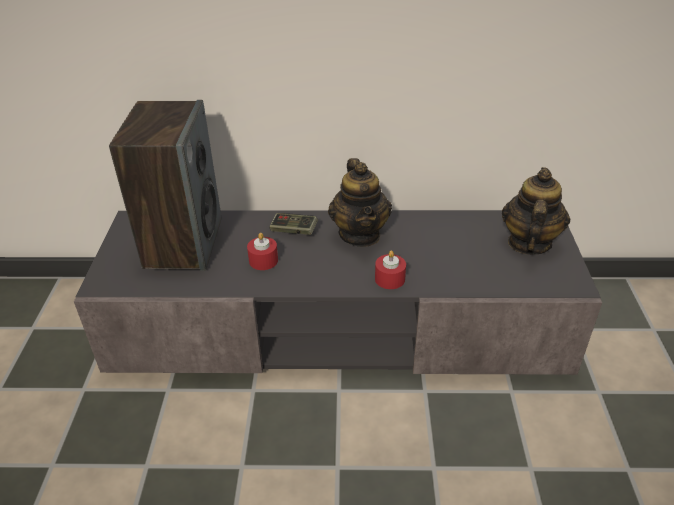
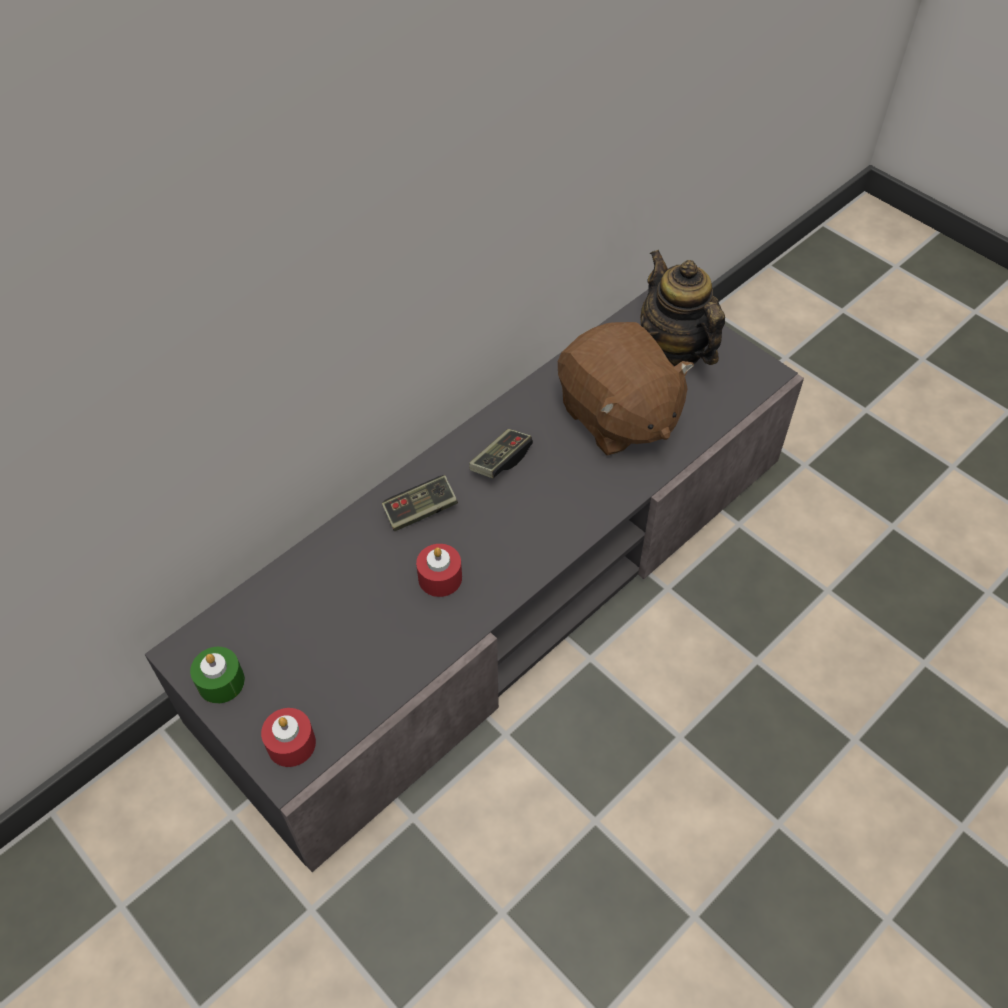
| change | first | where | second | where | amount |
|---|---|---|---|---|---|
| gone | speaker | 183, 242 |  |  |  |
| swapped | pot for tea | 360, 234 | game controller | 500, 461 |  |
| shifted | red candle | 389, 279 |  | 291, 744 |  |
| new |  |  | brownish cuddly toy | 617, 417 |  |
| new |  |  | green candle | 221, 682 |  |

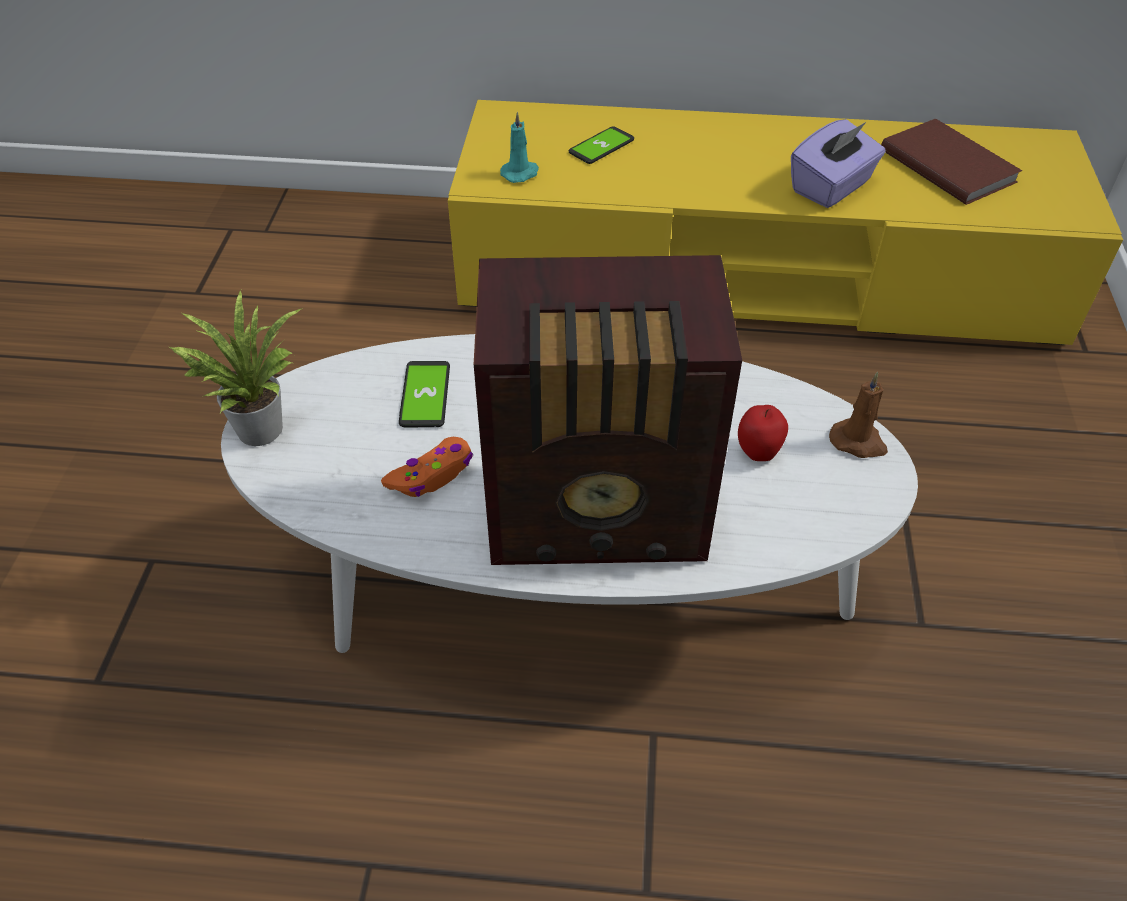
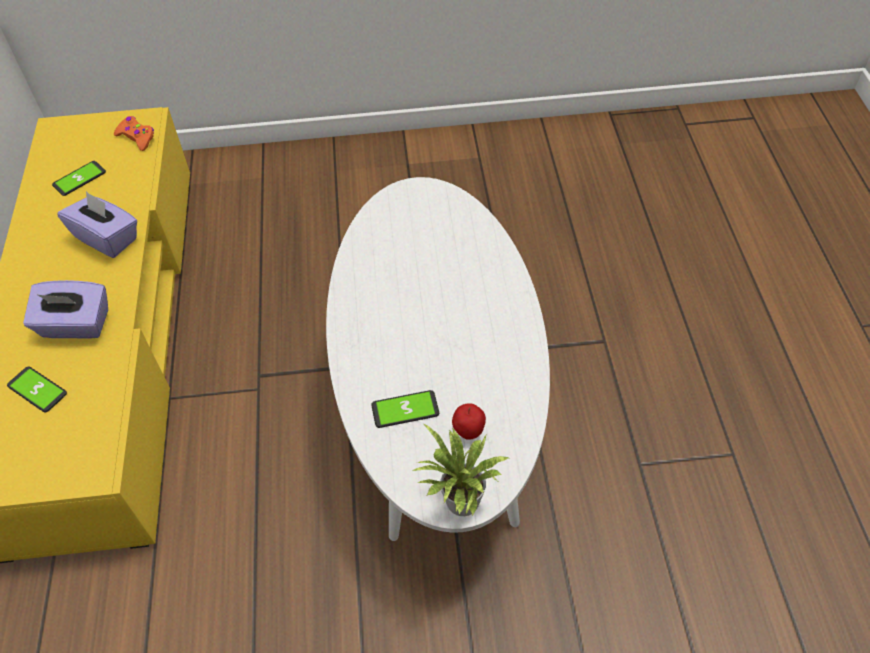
| change | first | where | second | where | amount |
|---|---|---|---|---|---|
| gone | turquoise-coloured candle | 520, 173 |  |  |  |
| swapped | brownish volume | 948, 164 | phone | 79, 179 |  |
| gone | radio set | 601, 515 |  |  |  |
| gone | brownish candle | 858, 442 |  |  |  |
| shifted | apple | 758, 452 |  | 468, 432 |  |
| shifted | orange-coloured game controller | 432, 475 |  | 137, 137 |  |
| new |  |  | purple-coloured box of tissues | 76, 325 |  |

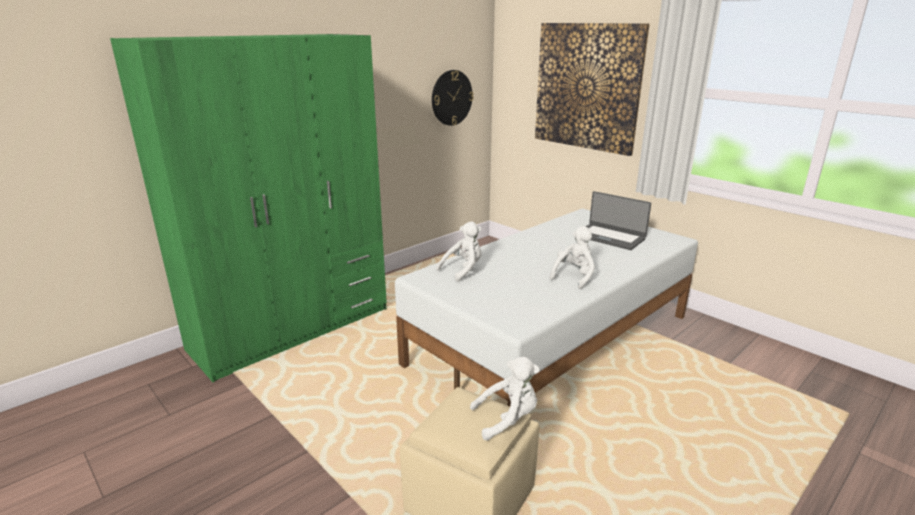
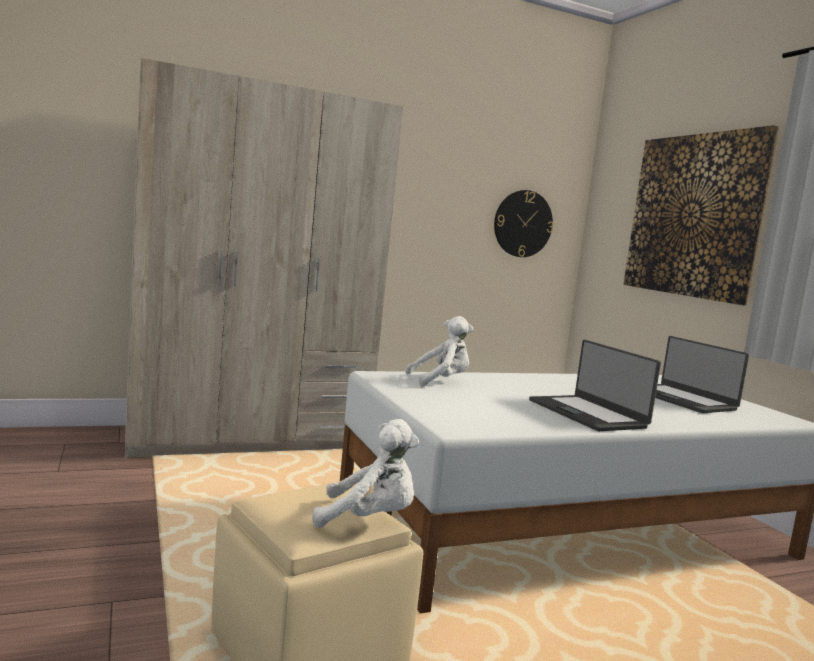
| change | first | where | second | where | amount |
|---|---|---|---|---|---|
| repainted | green armoire | 293, 328 | beige-coloured armoire | 249, 439 |  |
| swapped | white cuddly toy | 574, 276 | notebook computer | 588, 414 |  |

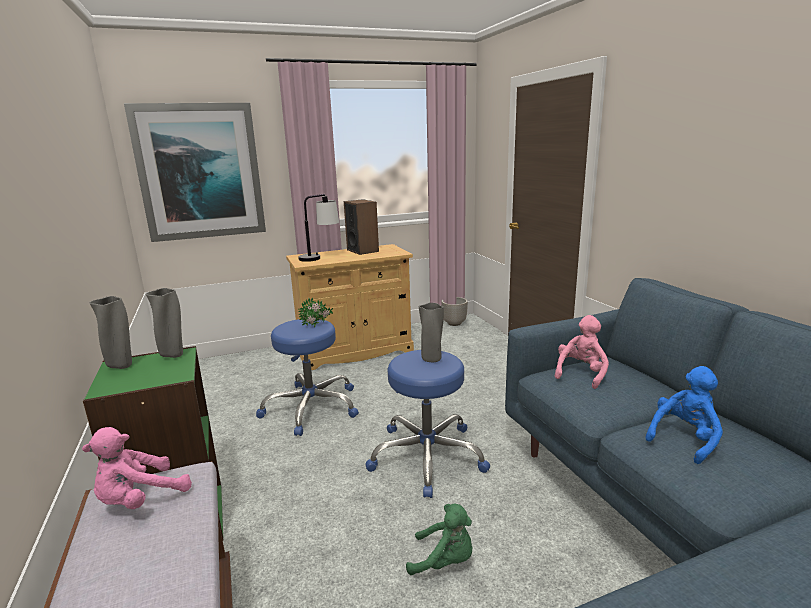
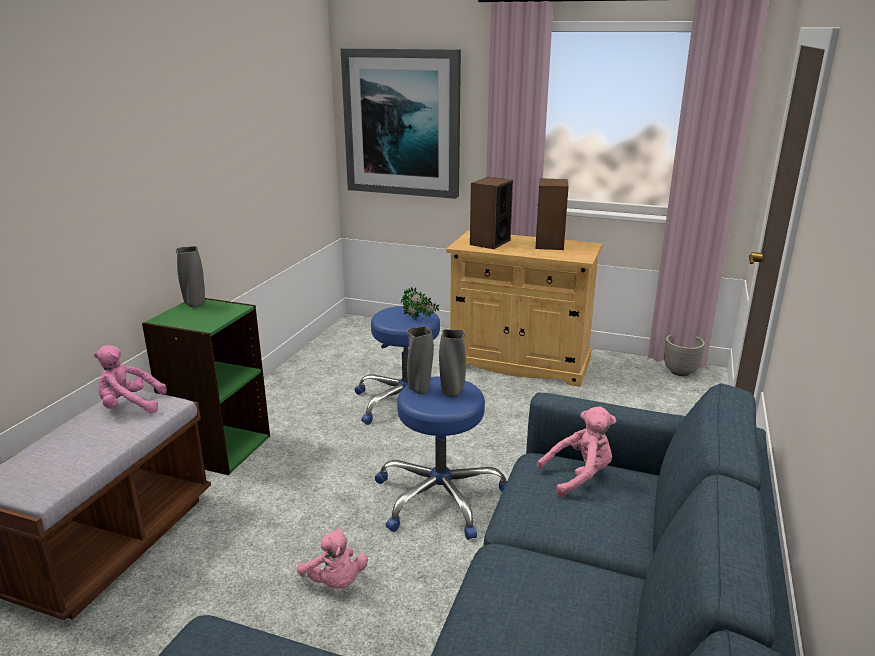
| change | first | where | second | where | amount |
|---|---|---|---|---|---|
| swapped | lamp for a table | 320, 258 | speaker | 489, 242 |  |
| shifted | grey vase | 173, 355 |  | 420, 390 |  |
| gone | blue cuddly toy | 684, 439 |  |  |  |
| repainted | green cuddly toy | 444, 561 | pinkish cuddly toy | 335, 582 |  |

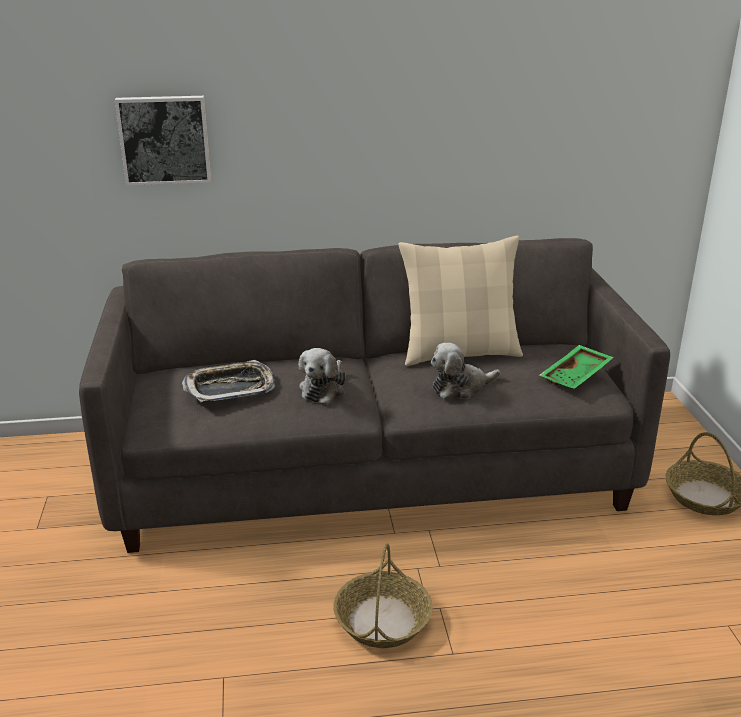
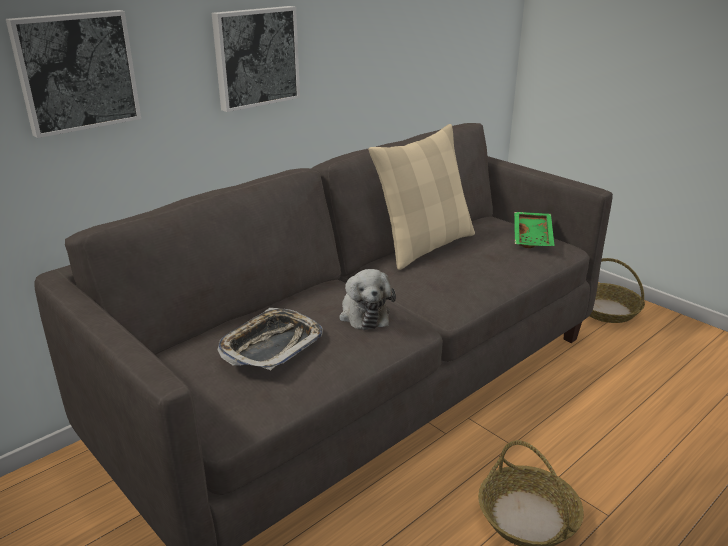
| change | first | where | second | where | amount |
|---|---|---|---|---|---|
| gone | cuddly toy | 460, 387 |  |  |  |
| new |  |  | wall picture | 255, 57 |  |

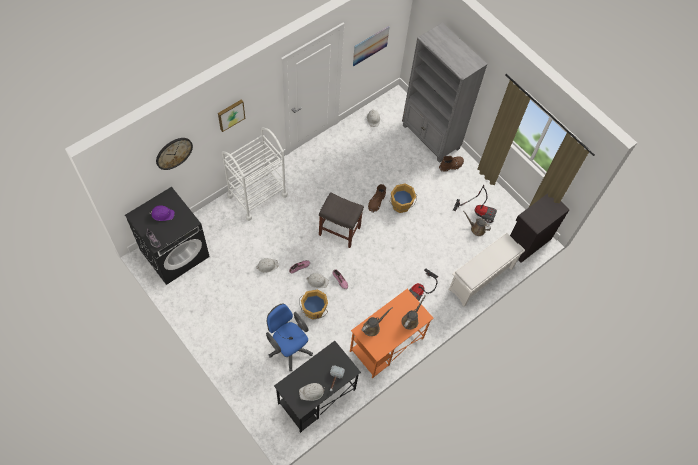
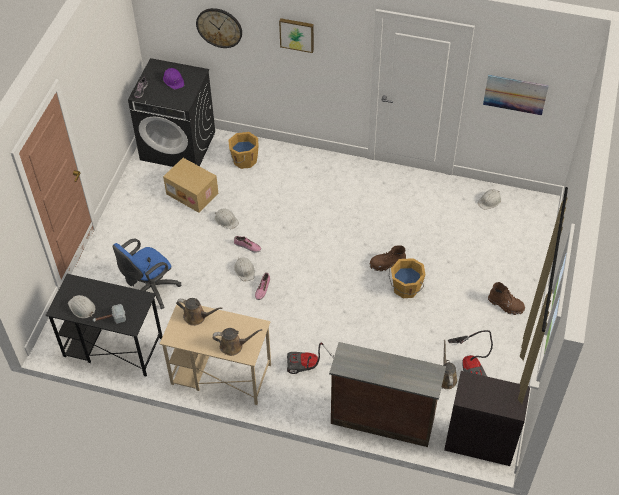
| change | first | where | second | where | amount |
|---|---|---|---|---|---|
| gone | grey bookcase | 430, 137 |  |  |  |
| gone | white wheeled cart | 257, 195 |  |  |  |
| gone | grey stool | 339, 231 |  |  |  |
| swapped | white shoe stand | 480, 279 | brownish dresser | 382, 420 |  |
| shifted | orange-coloured water bucket | 314, 310 |  | 244, 160 |  |
| repainted | orange-coloured desk | 386, 345 | beige-coloured desk | 220, 374 |  |
| rotated | blue computer chair | 288, 347 |  | 150, 291 | 150 degrees counterclockwise |
| new |  |  | carton | 193, 193 |  |

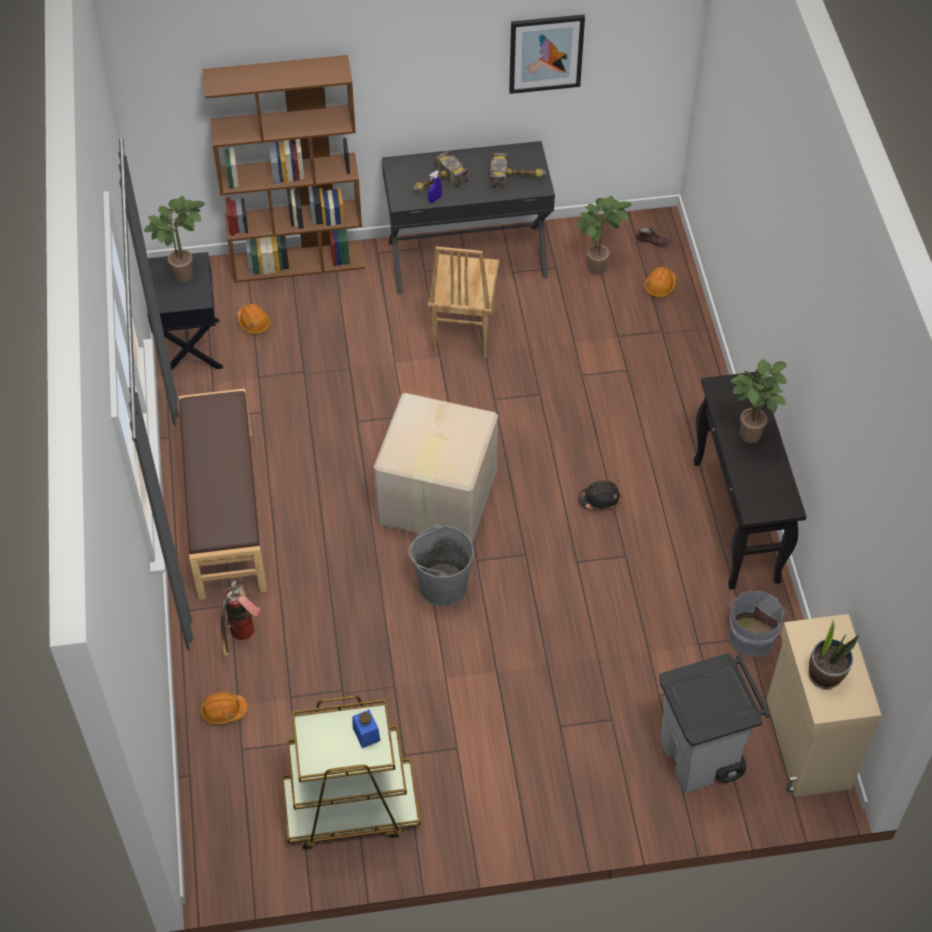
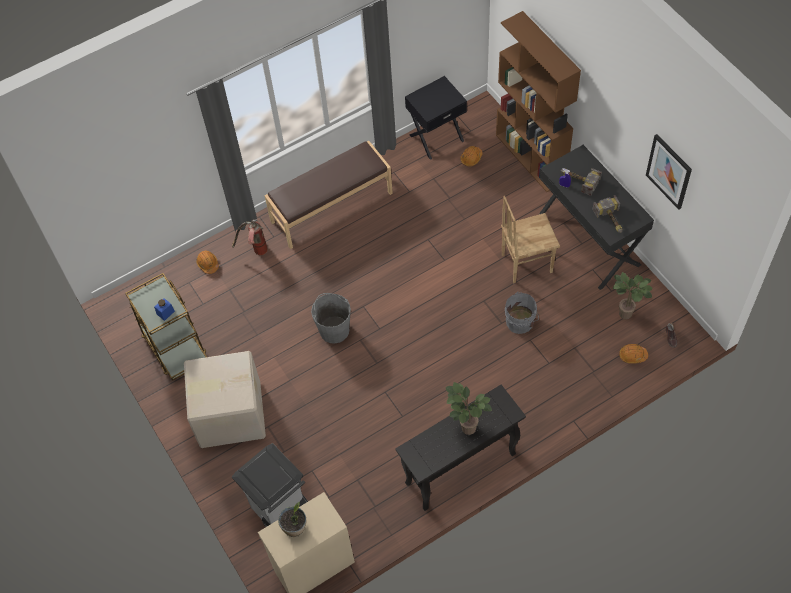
| change | first | where | second | where | amount |
|---|---|---|---|---|---|
| gone | potted plant | 184, 272 |  |  |  |
| shifted | carton | 435, 498 |  | 229, 413 |  |
| gone | blackish work helmet | 600, 500 |  |  |  |
| shifted | grey water bucket | 751, 635 |  | 521, 321 |  |

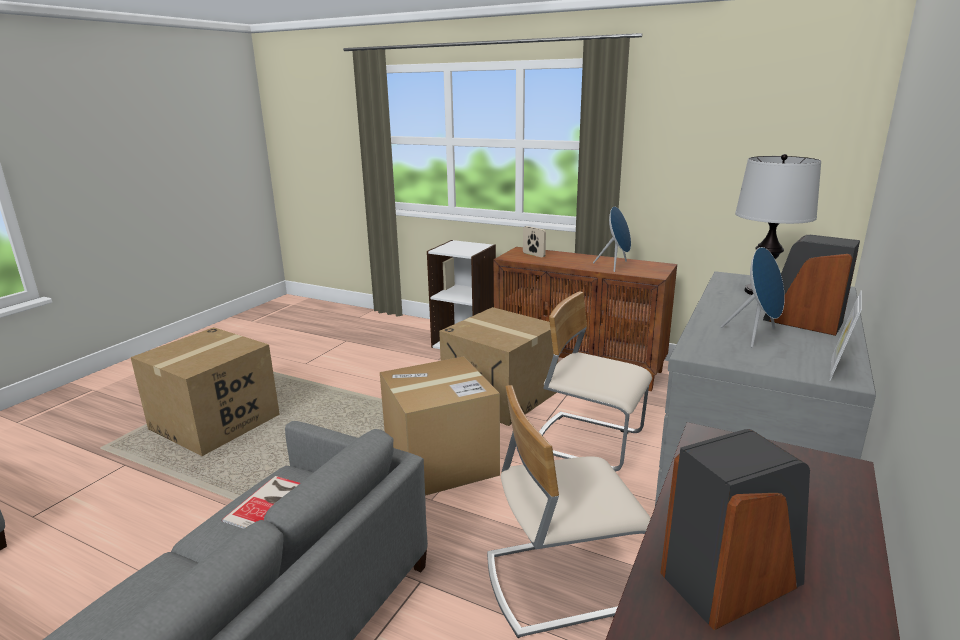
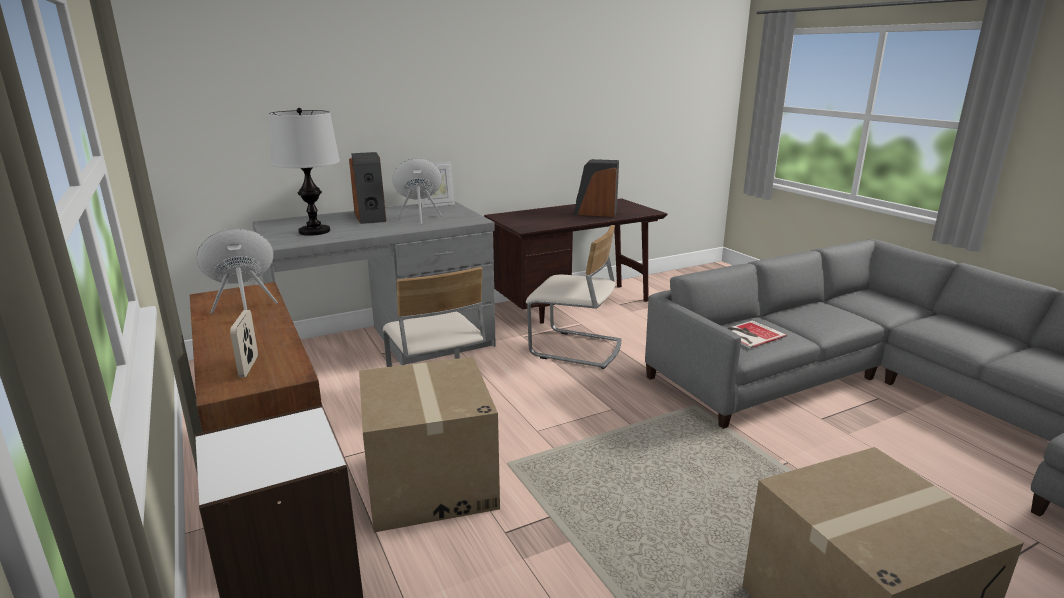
| change | first | where | second | where | amount |
|---|---|---|---|---|---|
| gone | carton | 440, 462 |  |  |  |

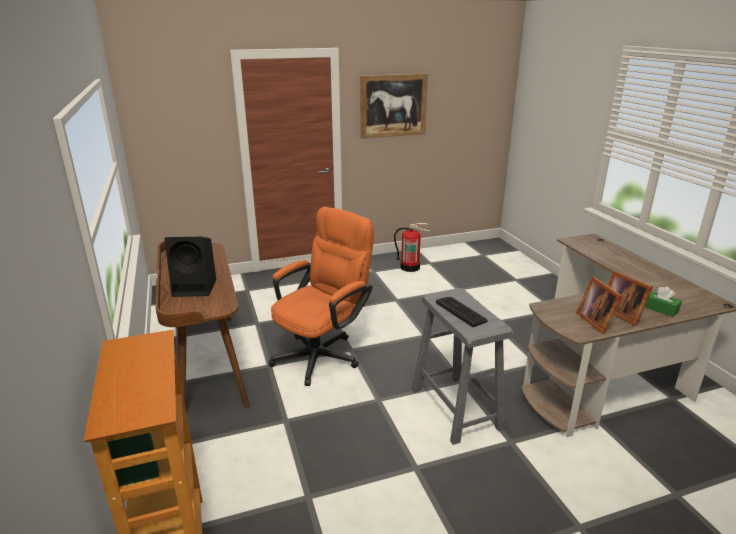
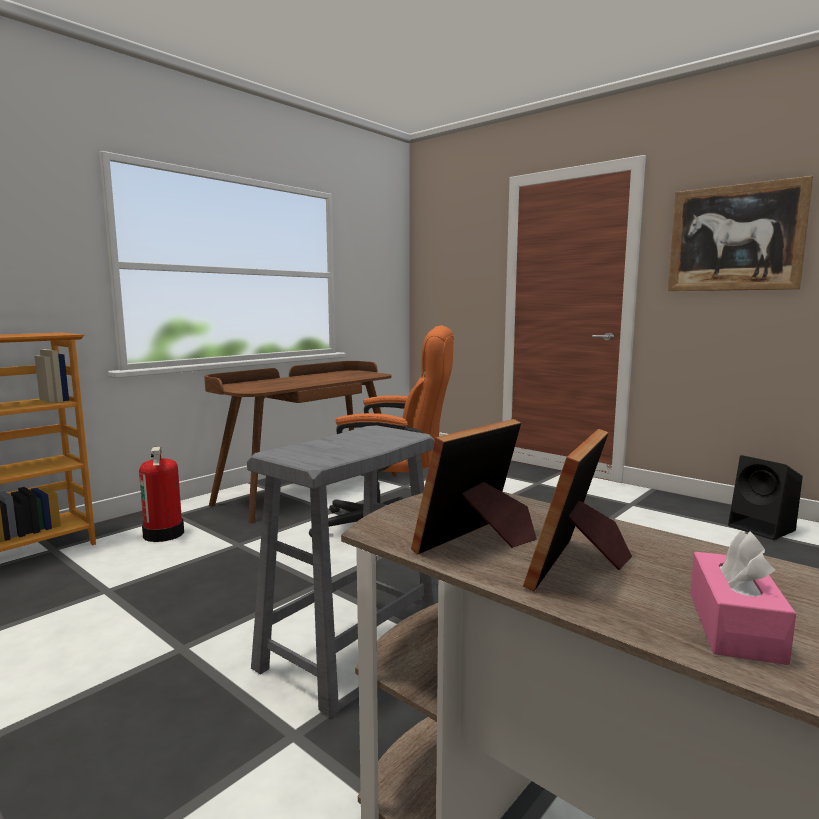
| change | first | where | second | where | amount |
|---|---|---|---|---|---|
| shifted | fire extinguisher | 410, 267 |  | 164, 534 |  |
| shifted | blackish speaker | 196, 287 |  | 763, 528 |  |
| repainted | green box of tissues | 660, 309 | pinkish box of tissues | 734, 626 |  |
| gone | keyboard | 461, 311 |  |  |  |

